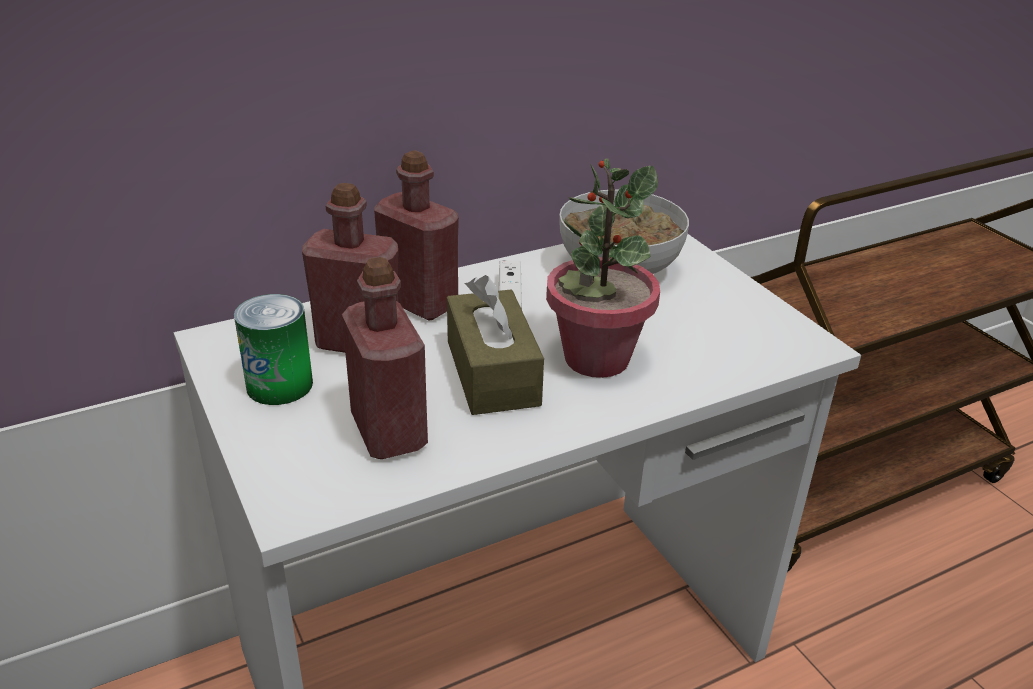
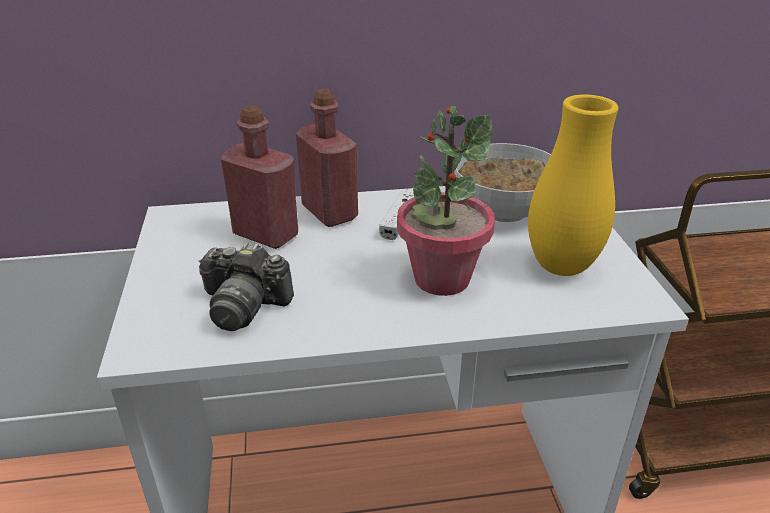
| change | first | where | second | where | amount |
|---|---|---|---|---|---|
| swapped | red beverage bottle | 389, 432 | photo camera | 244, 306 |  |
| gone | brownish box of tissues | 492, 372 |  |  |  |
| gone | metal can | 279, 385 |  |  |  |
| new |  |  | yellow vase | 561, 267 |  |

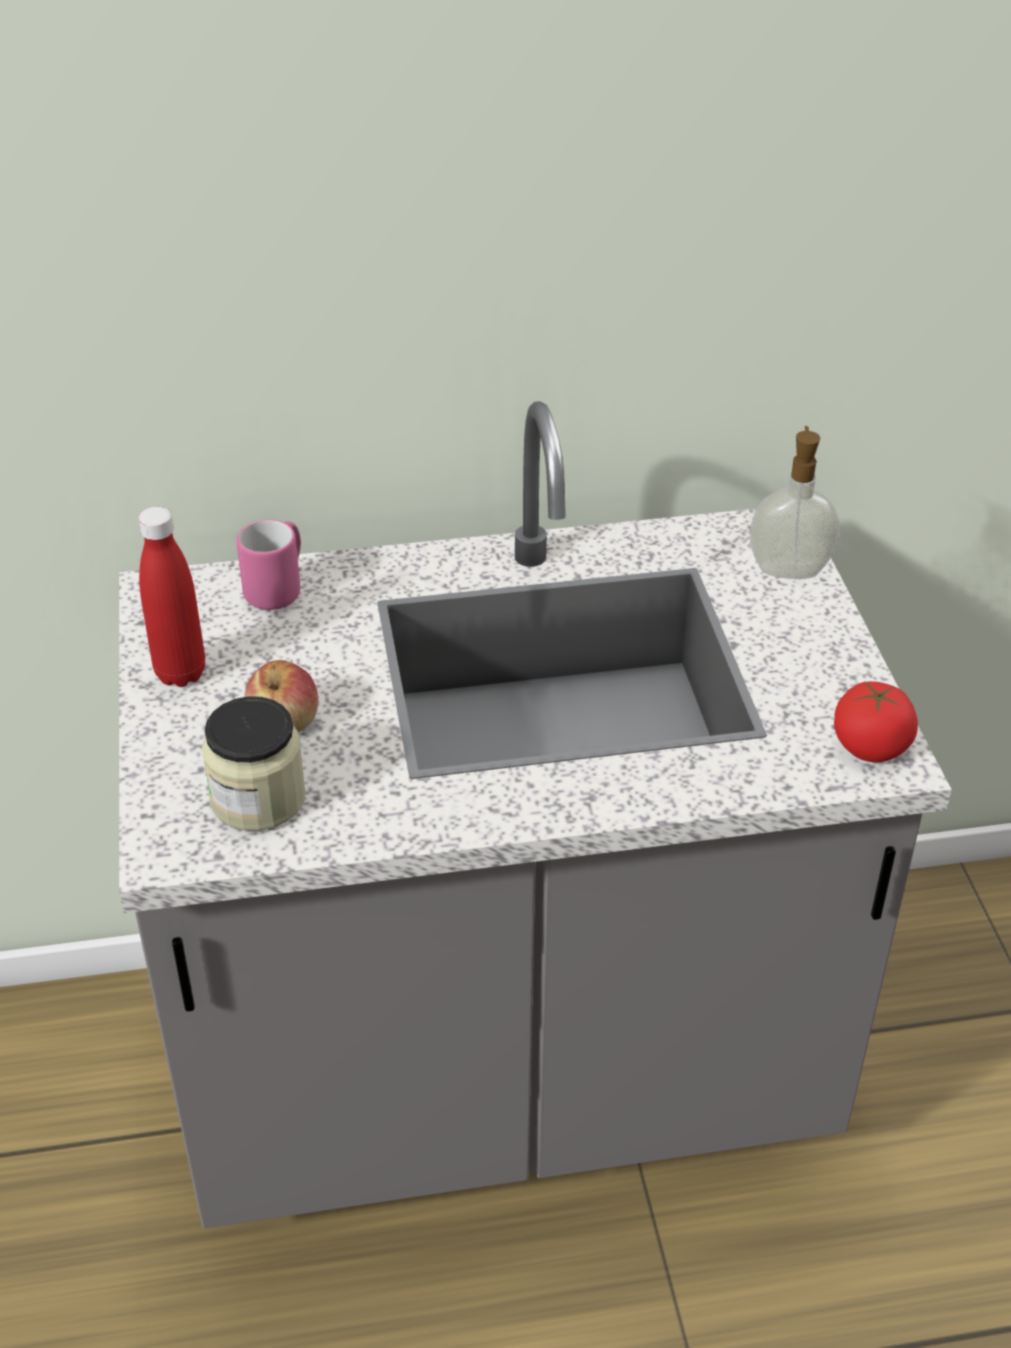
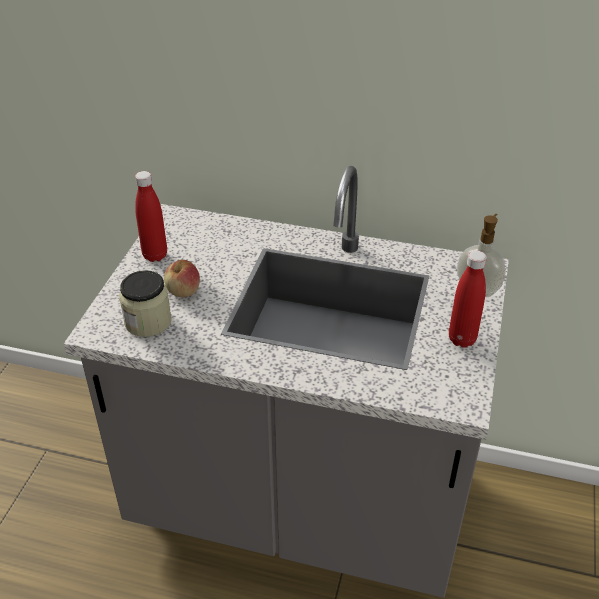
| change | first | where | second | where | amount |
|---|---|---|---|---|---|
| gone | pinkish coffee mug | 278, 589 |  |  |  |
| gone | fresh tomato | 870, 746 |  |  |  |
| new |  |  | red beverage bottle | 462, 339 |  |

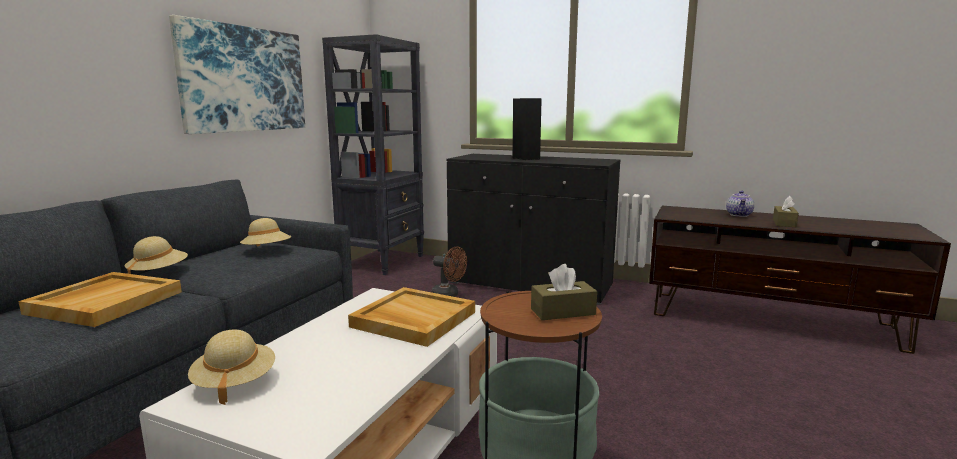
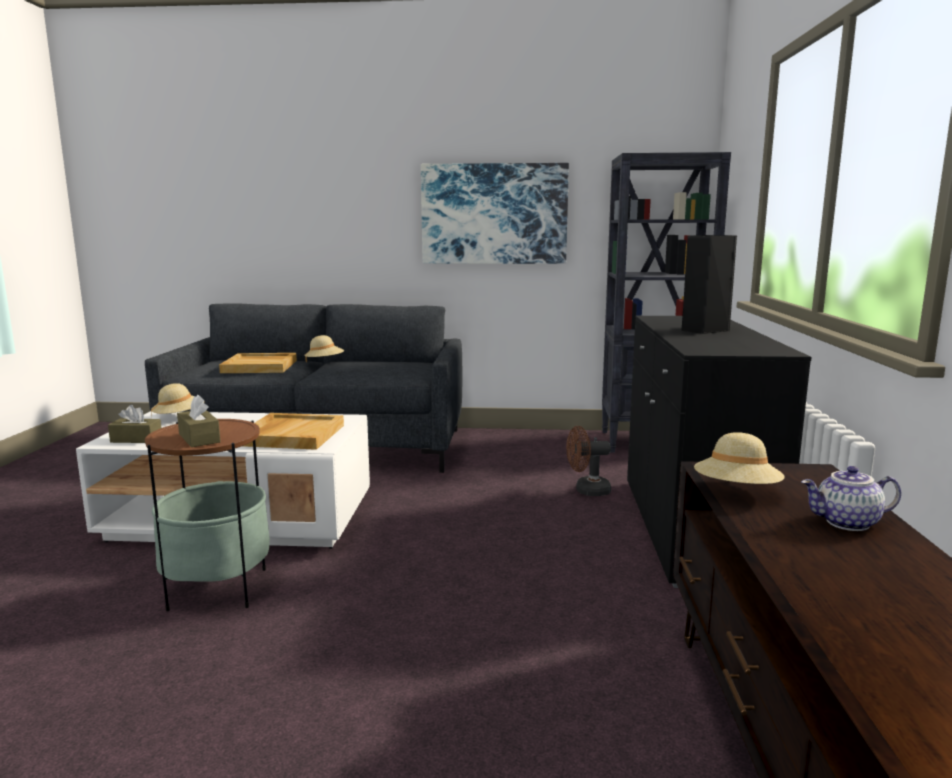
| change | first | where | second | where | amount |
|---|---|---|---|---|---|
| shifted | brownish box of tissues | 784, 223 |  | 136, 439 |  |
| shifted | beige-coloured hat | 267, 251 |  | 736, 492 |  |
| rotated | brownish electric fan | 449, 295 |  | 587, 491 | 75 degrees clockwise |

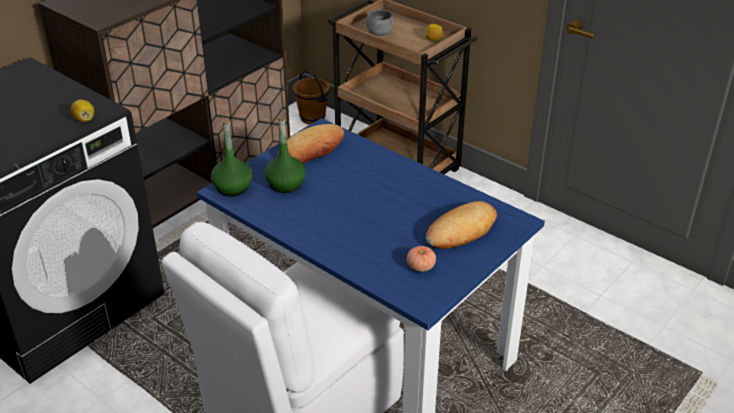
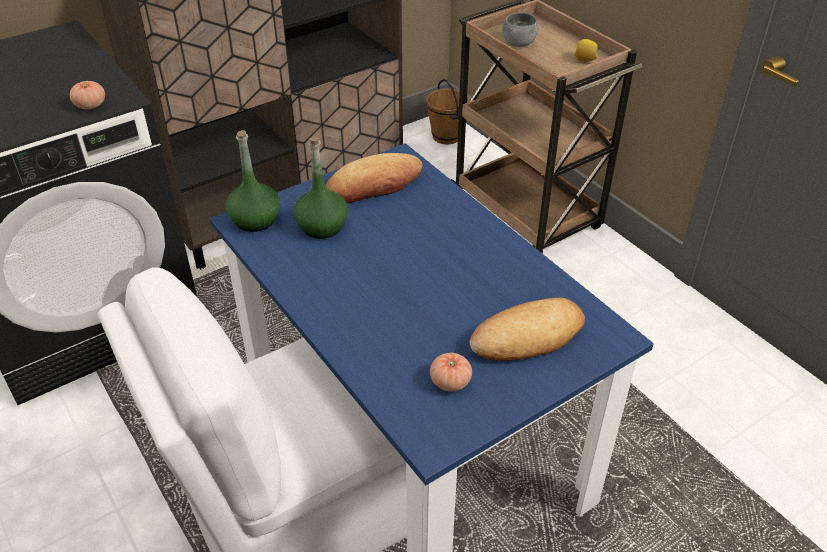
| change | first | where | second | where | amount |
|---|---|---|---|---|---|
| swapped | whole lemon | 84, 119 | fresh tomato | 90, 105 |  |

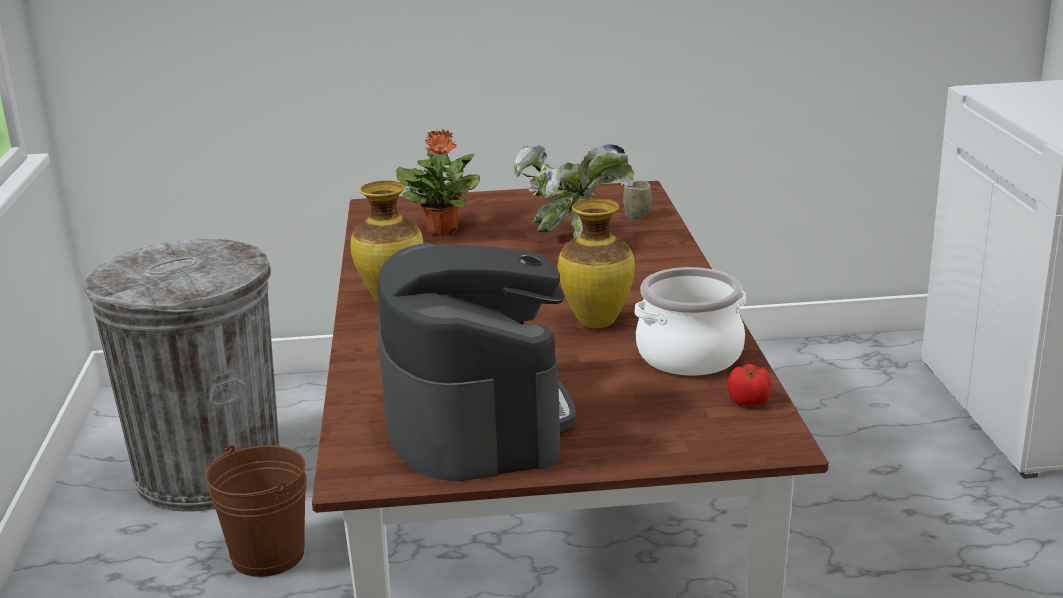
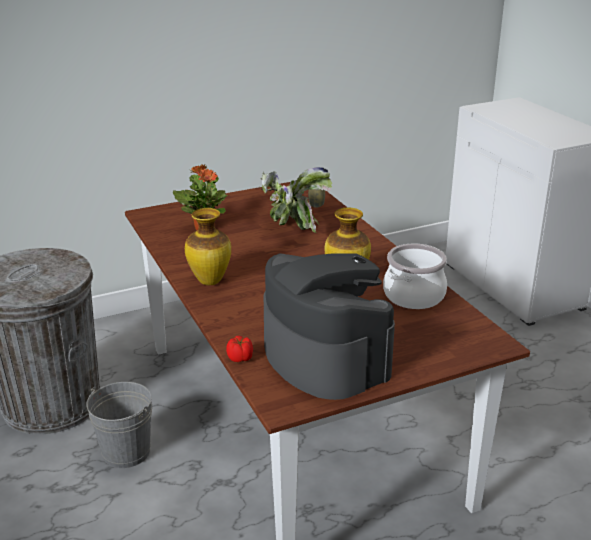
| change | first | where | second | where | amount |
|---|---|---|---|---|---|
| shifted | fresh tomato | 749, 401 |  | 240, 358 |  |
| repainted | brownish water bucket | 268, 555 | grey water bucket | 126, 452 |  |

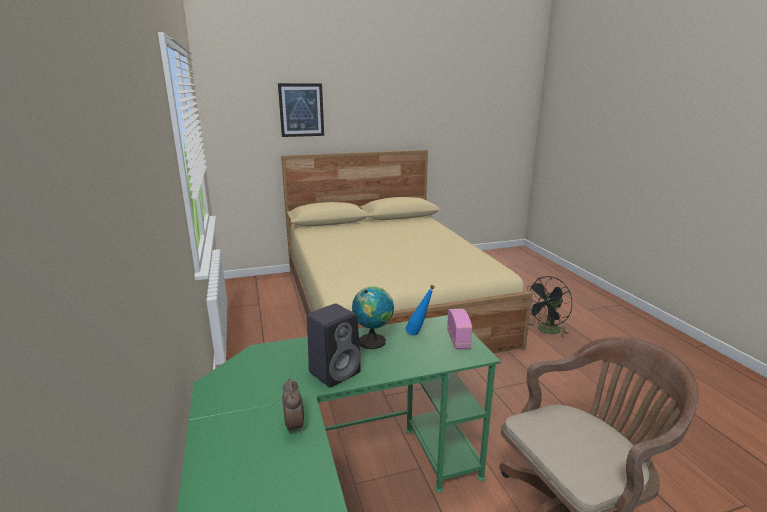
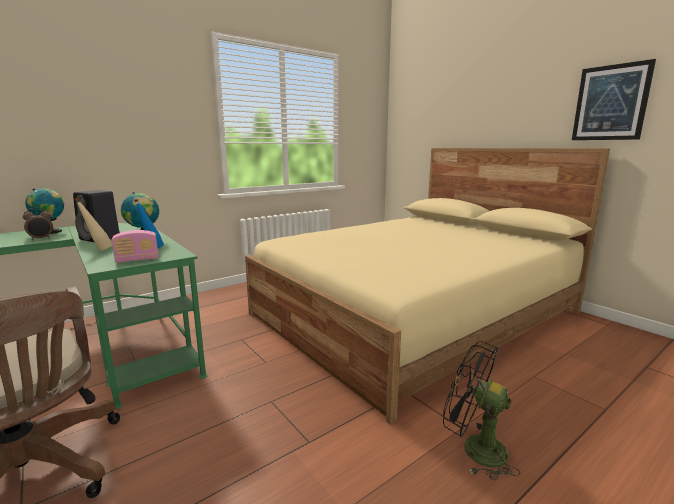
| change | first | where | second | where | amount |
|---|---|---|---|---|---|
| shifted | wall picture | 301, 110 |  | 610, 103 |  |
| new |  |  | world globe | 51, 232 |  |
| new |  |  | beige-coloured beverage bottle | 98, 250 |  |

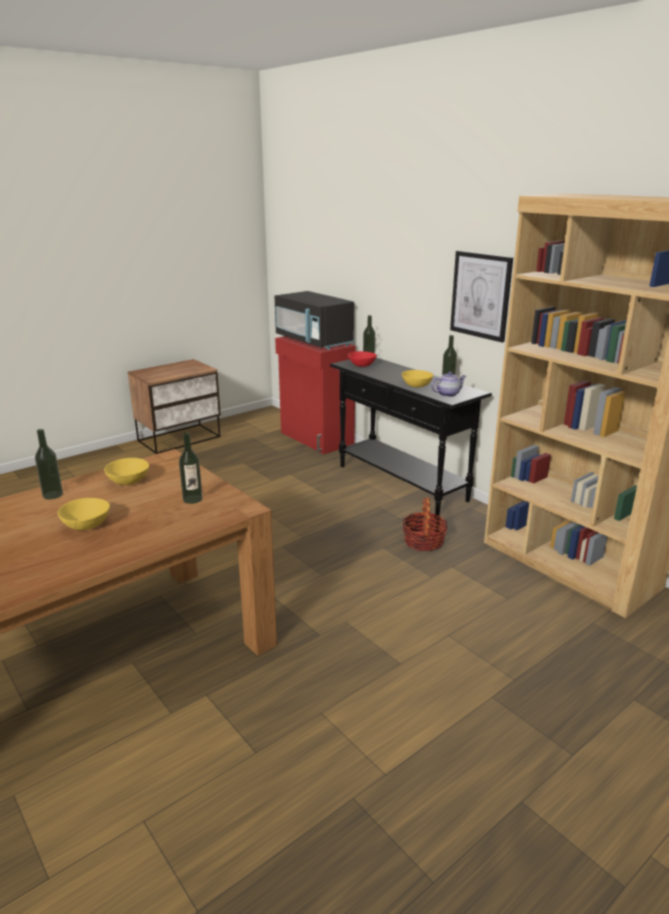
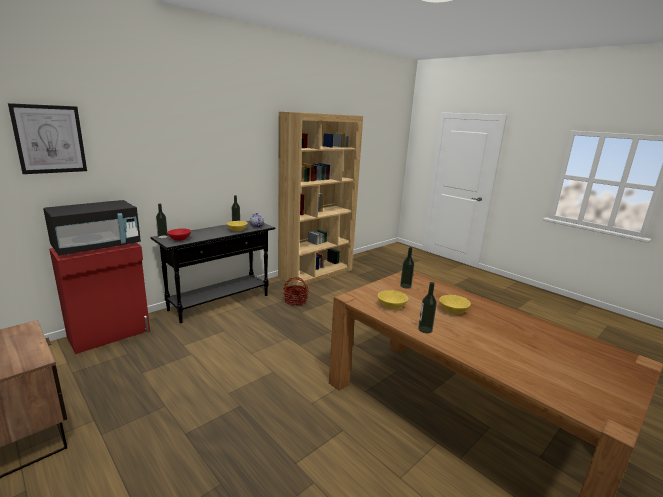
| change | first | where | second | where | amount |
|---|---|---|---|---|---|
| shifted | wall picture | 480, 295 |  | 50, 139 |  |

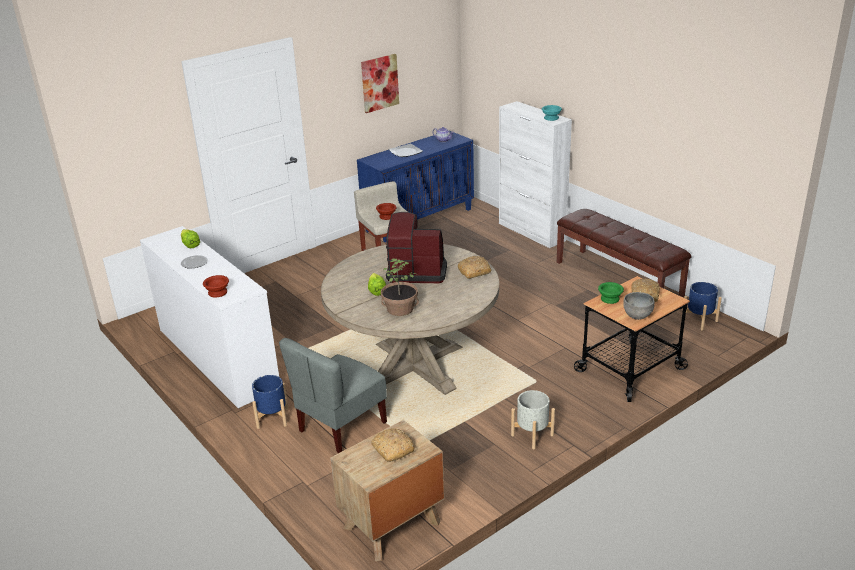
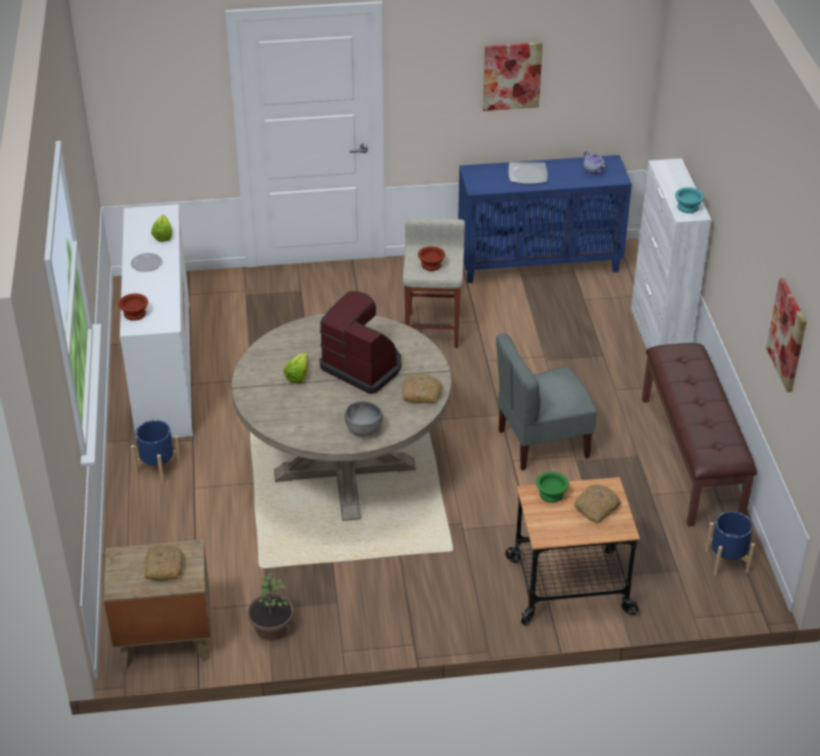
| change | first | where | second | where | amount |
|---|---|---|---|---|---|
| shifted | potted plant | 400, 309 |  | 271, 628 |  |
| shifted | grey bowl | 637, 316 |  | 363, 431 |  |
| shifted | grey chair | 341, 426 |  | 542, 443 |  |
| gone | grey plant pot | 532, 435 |  |  |  |
| new |  |  | wall picture | 788, 335 |  |

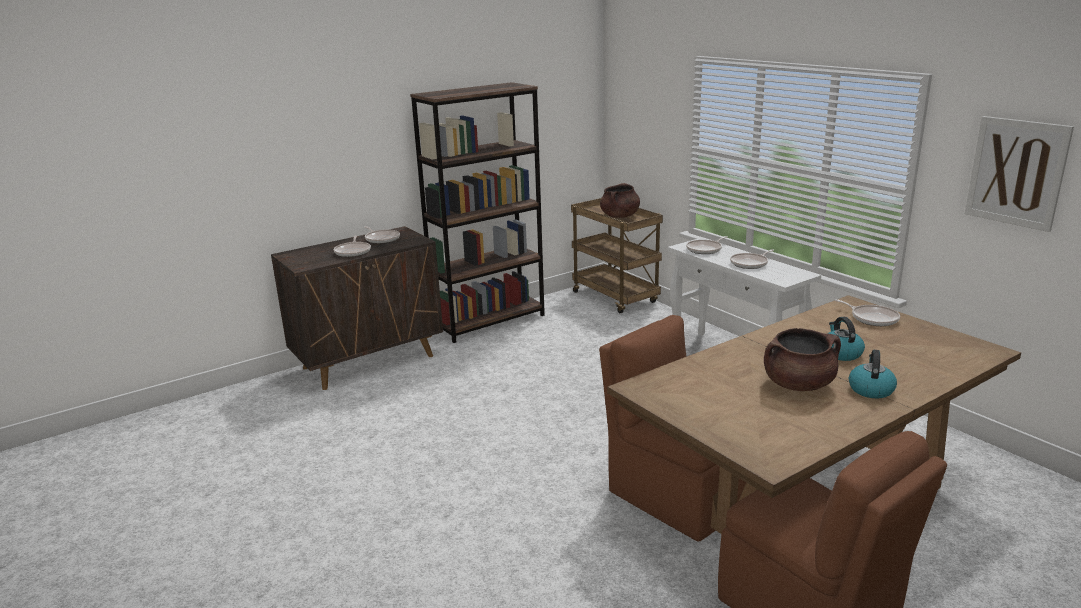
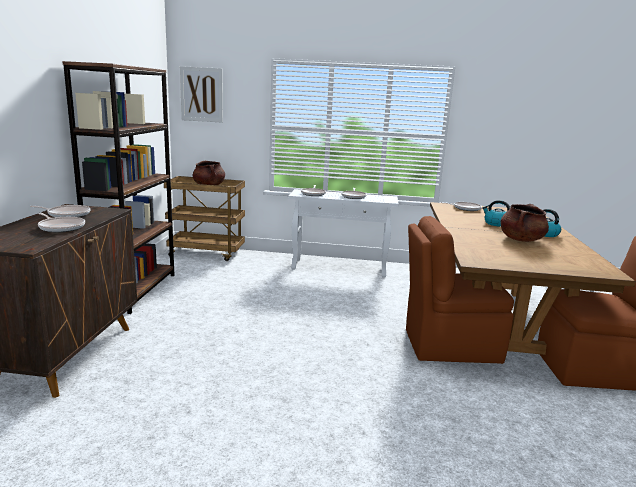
| change | first | where | second | where | amount |
|---|---|---|---|---|---|
| shifted | wall picture | 1016, 172 |  | 202, 94 |  |

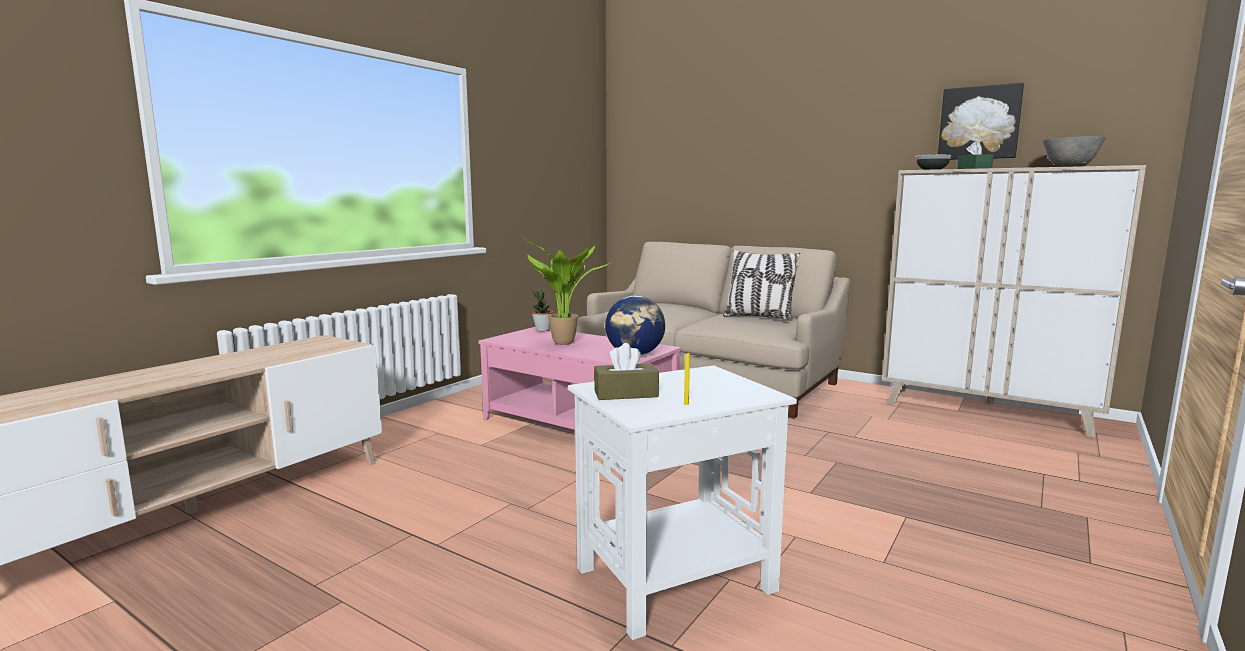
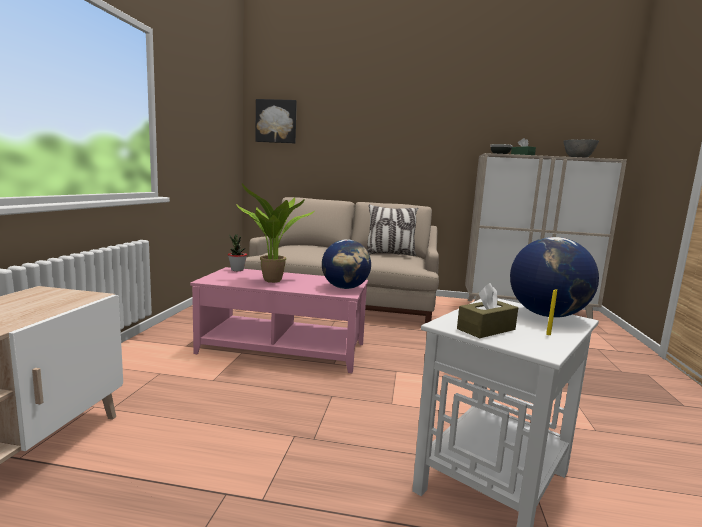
| change | first | where | second | where | amount |
|---|---|---|---|---|---|
| shifted | wall picture | 979, 123 |  | 276, 121 |  |
| new |  |  | world globe | 547, 315 |  |

